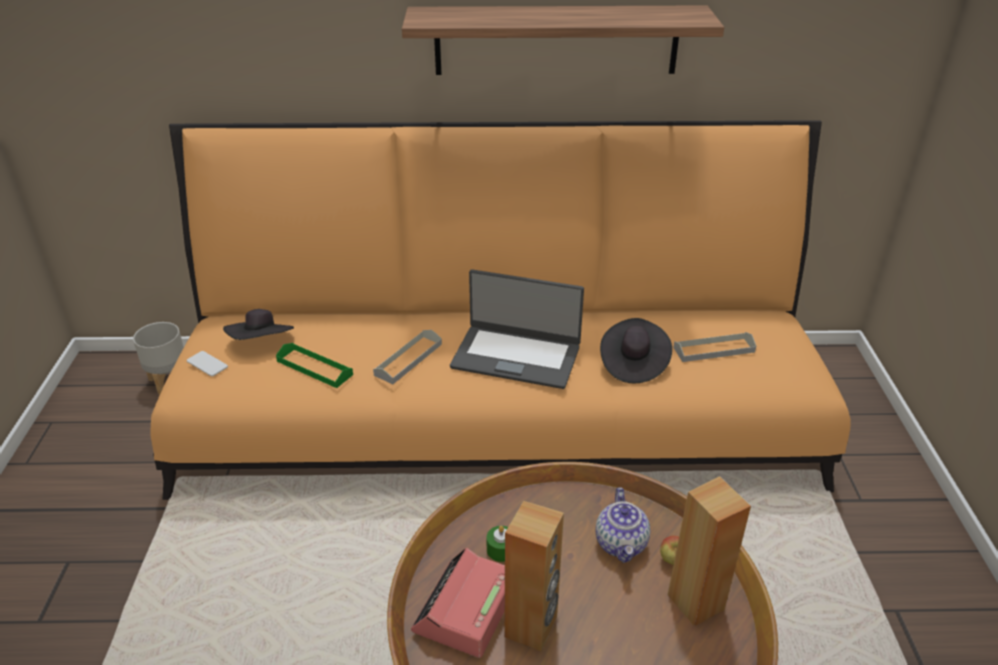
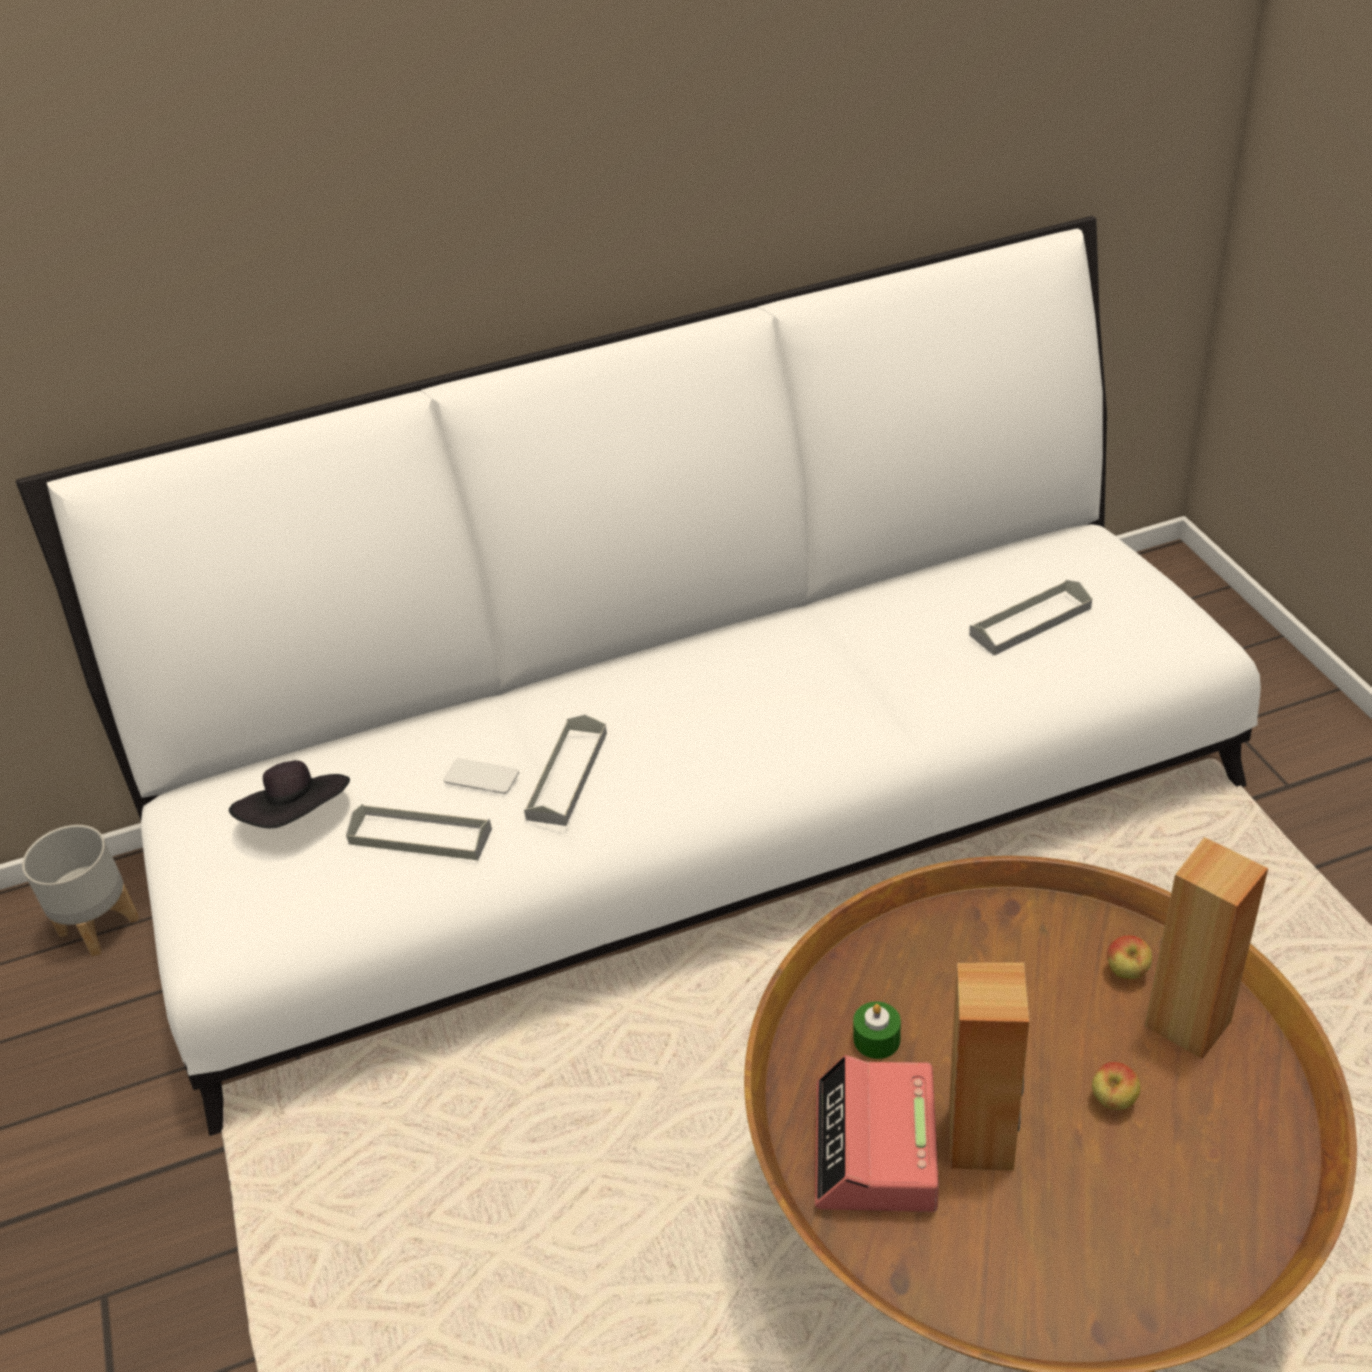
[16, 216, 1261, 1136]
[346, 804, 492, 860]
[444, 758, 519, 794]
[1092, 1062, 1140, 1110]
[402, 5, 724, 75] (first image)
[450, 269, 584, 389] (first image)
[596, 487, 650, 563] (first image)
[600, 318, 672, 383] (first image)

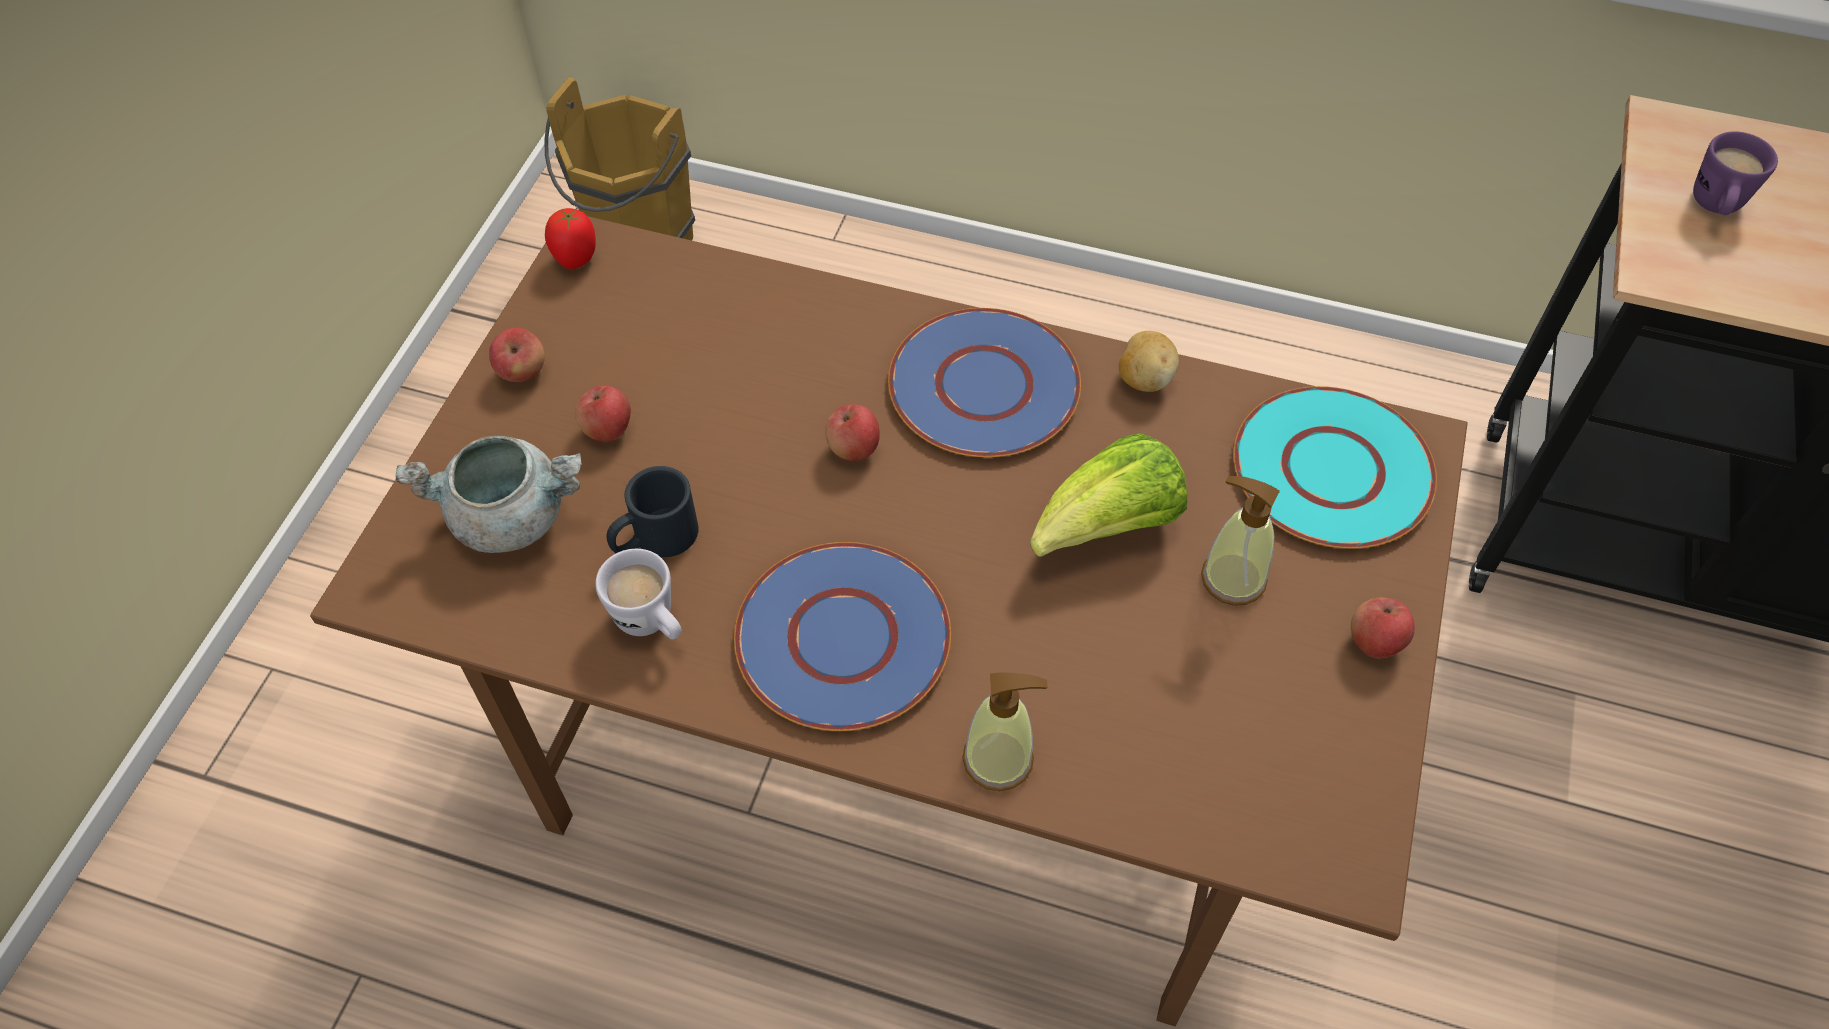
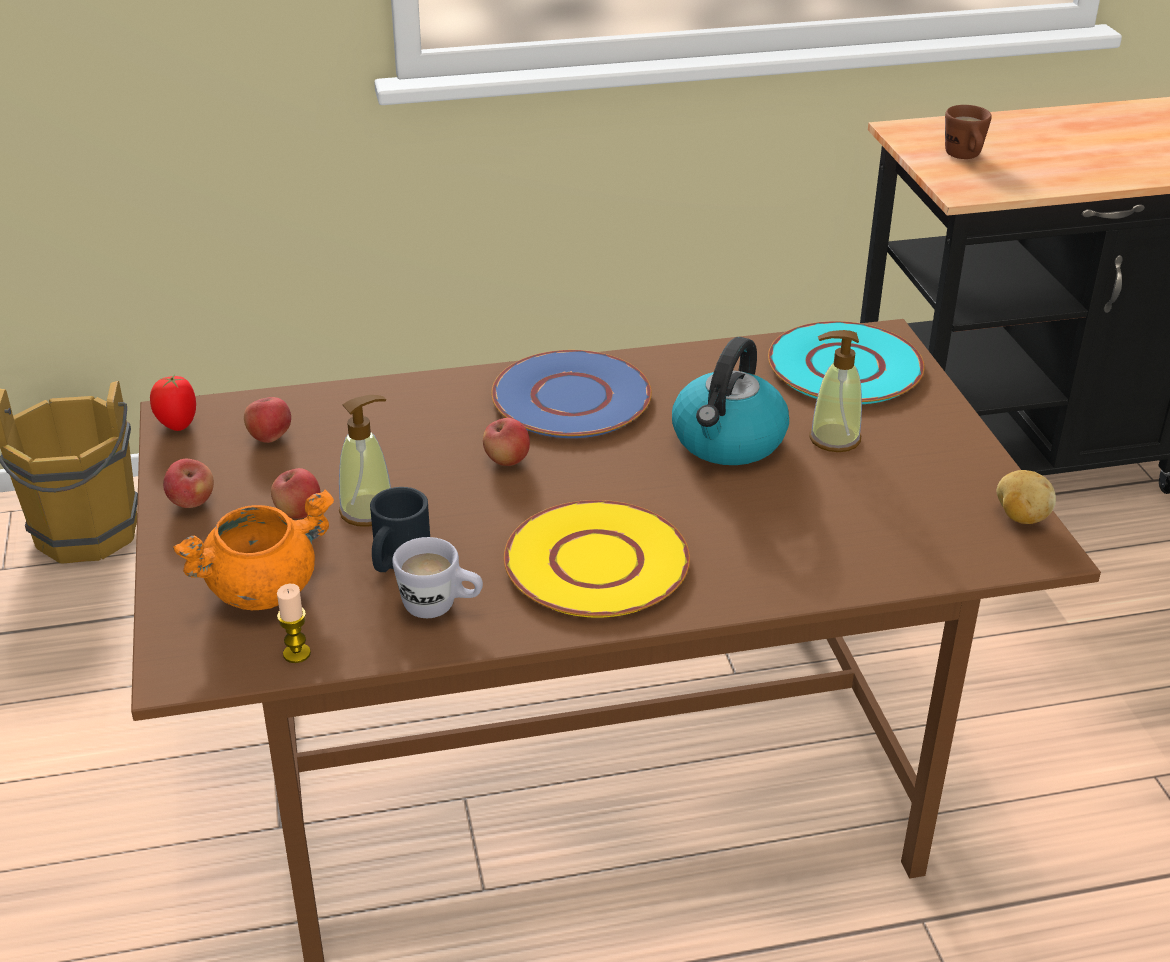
[173, 490, 334, 610]
[244, 397, 291, 443]
[277, 584, 311, 663]
[339, 395, 391, 527]
[504, 500, 690, 618]
[672, 337, 789, 465]
[945, 105, 992, 159]
[997, 470, 1056, 524]

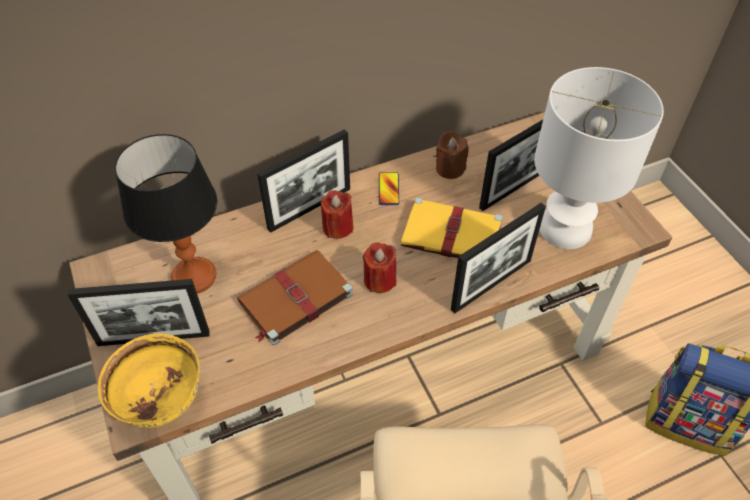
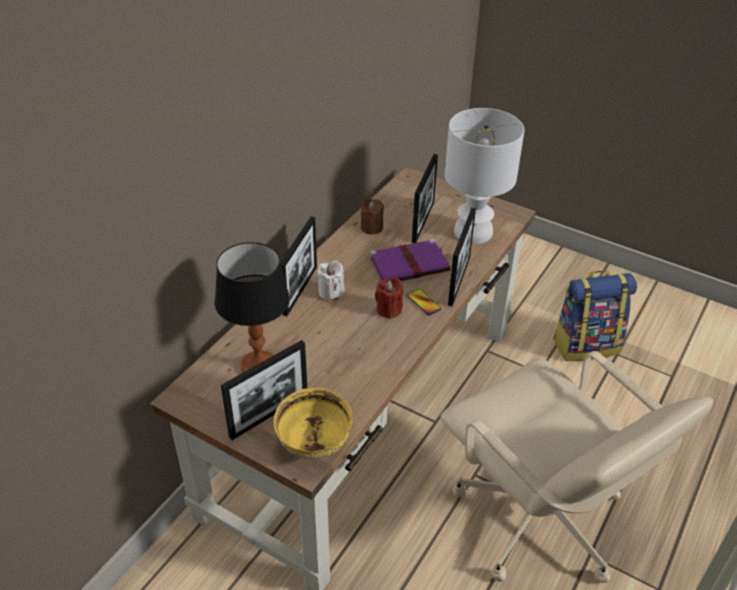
[316, 260, 344, 301]
[370, 239, 450, 281]
[407, 289, 441, 316]
[237, 250, 353, 345] (first image)

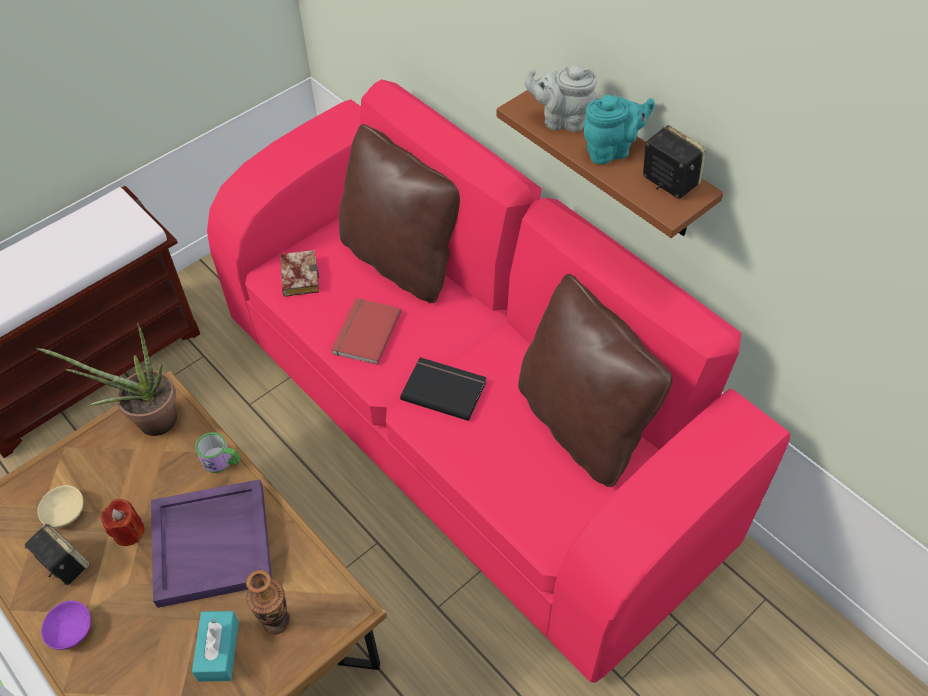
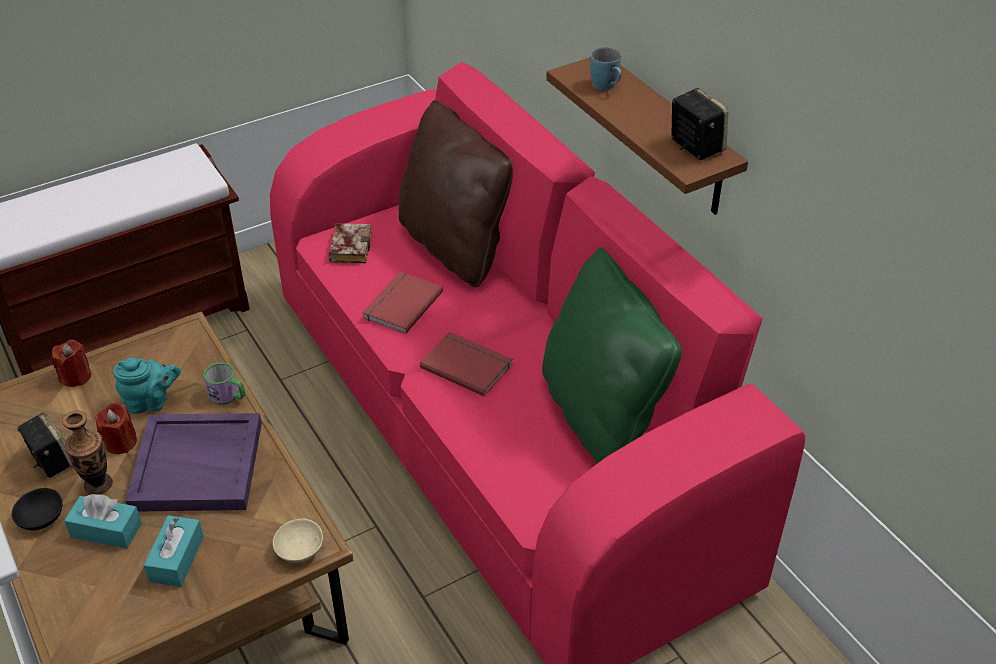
[12, 488, 62, 530]
[52, 340, 91, 387]
[62, 410, 113, 495]
[64, 494, 142, 549]
[113, 357, 181, 414]
[273, 518, 323, 563]
[420, 332, 512, 396]
[542, 248, 682, 463]
[590, 47, 621, 90]
[37, 323, 177, 436] (first image)

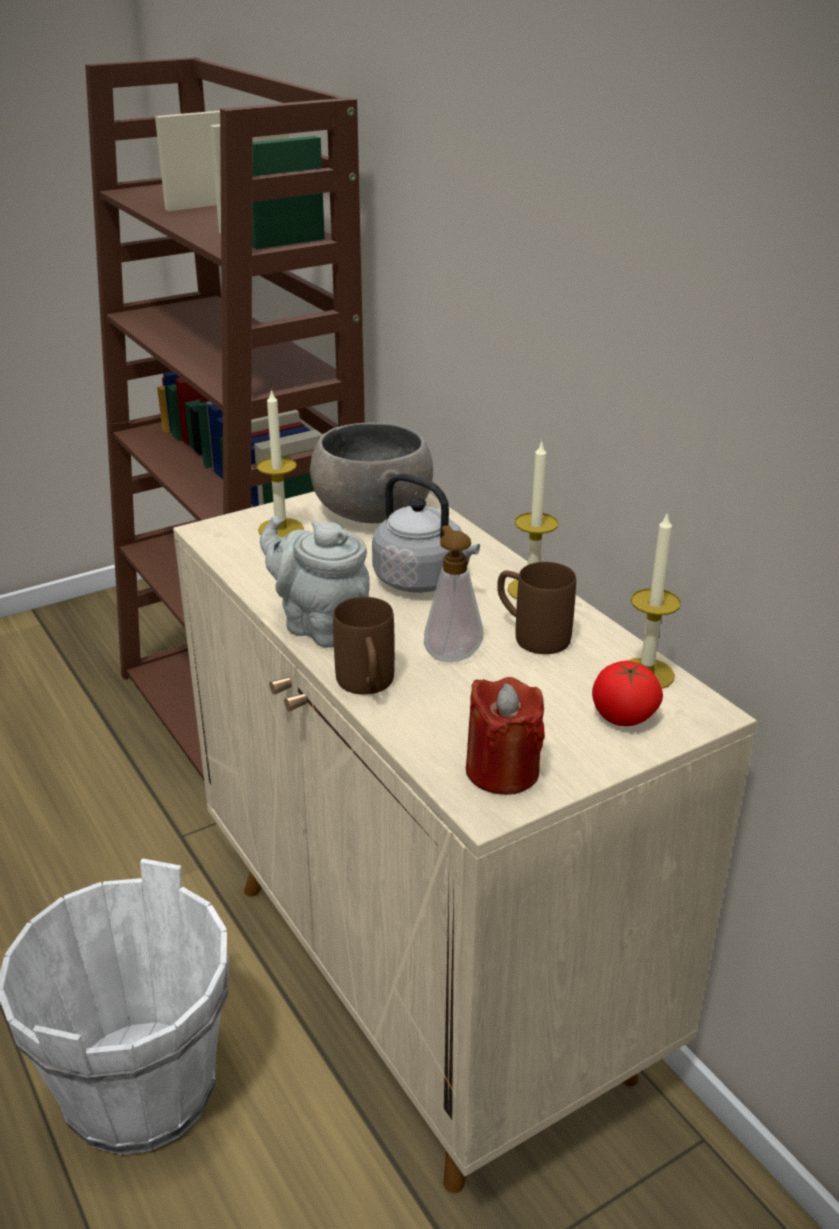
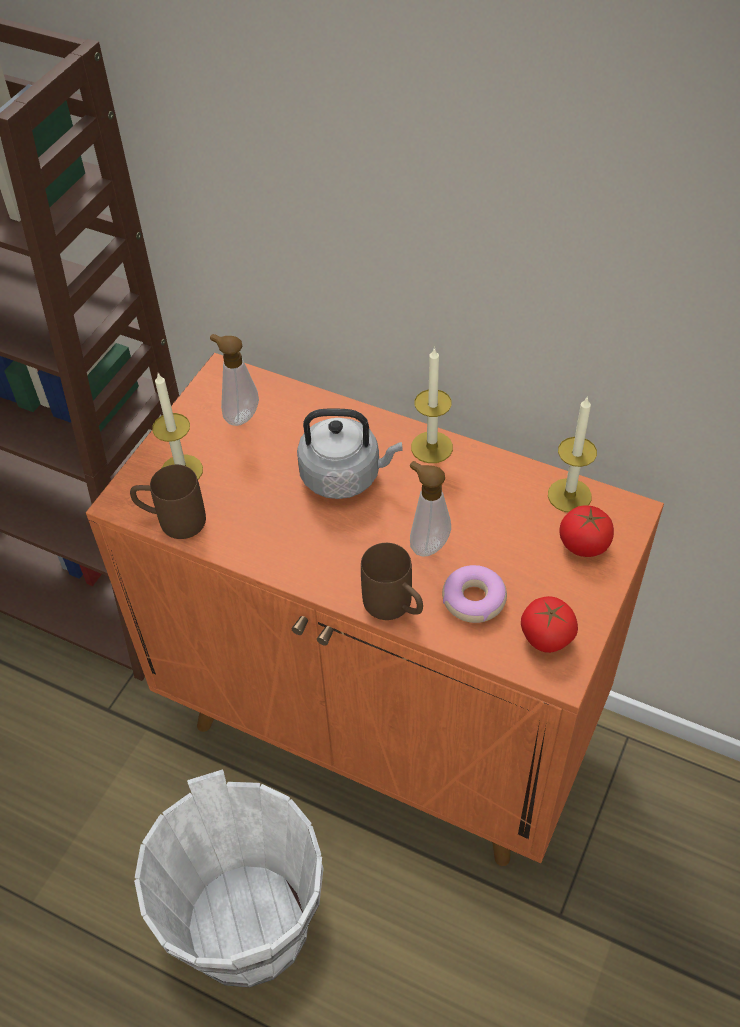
[86, 353, 664, 866]
[130, 465, 206, 539]
[210, 334, 259, 426]
[442, 565, 507, 623]
[521, 596, 578, 653]
[260, 516, 370, 648] (first image)

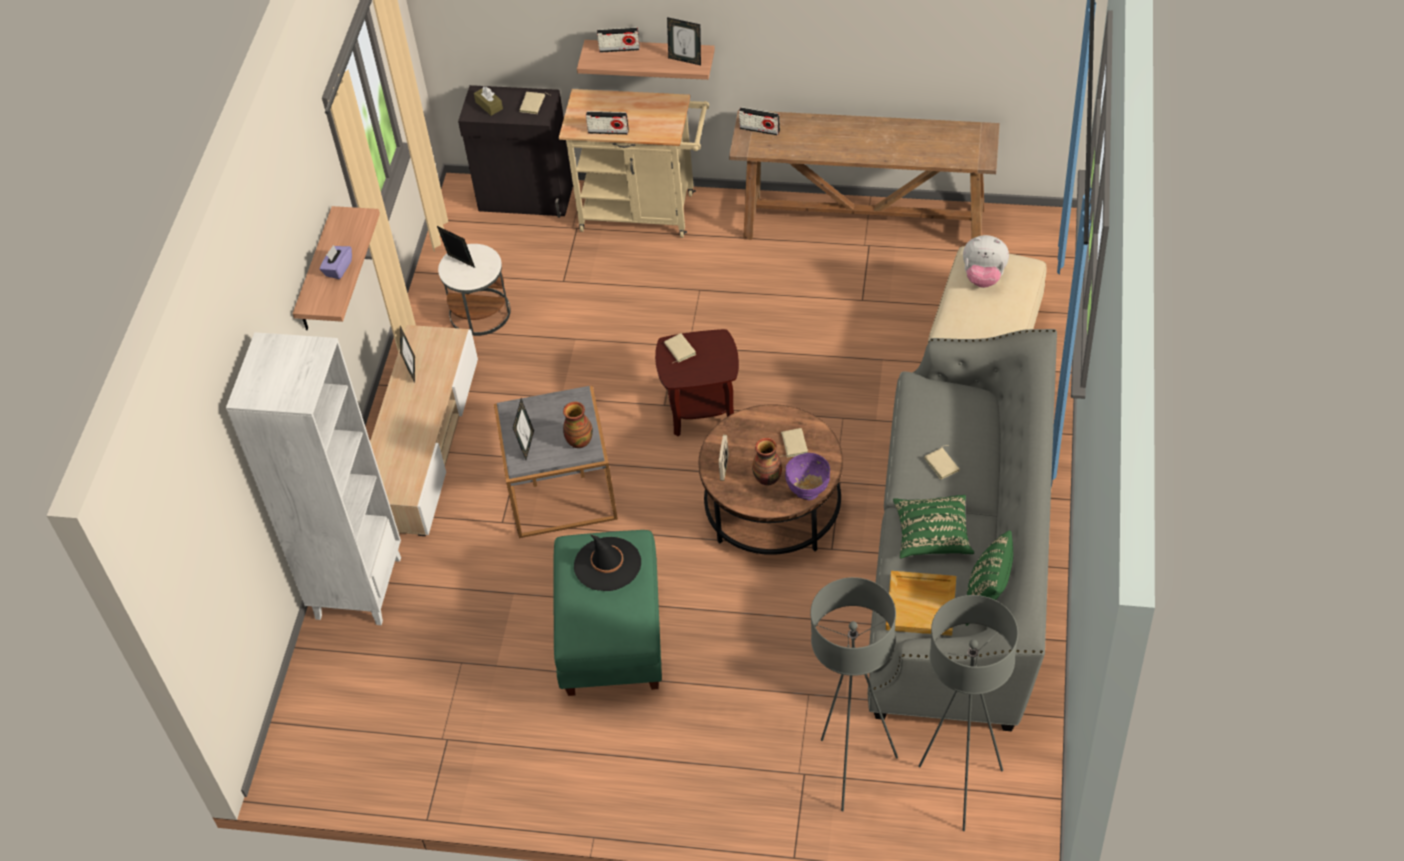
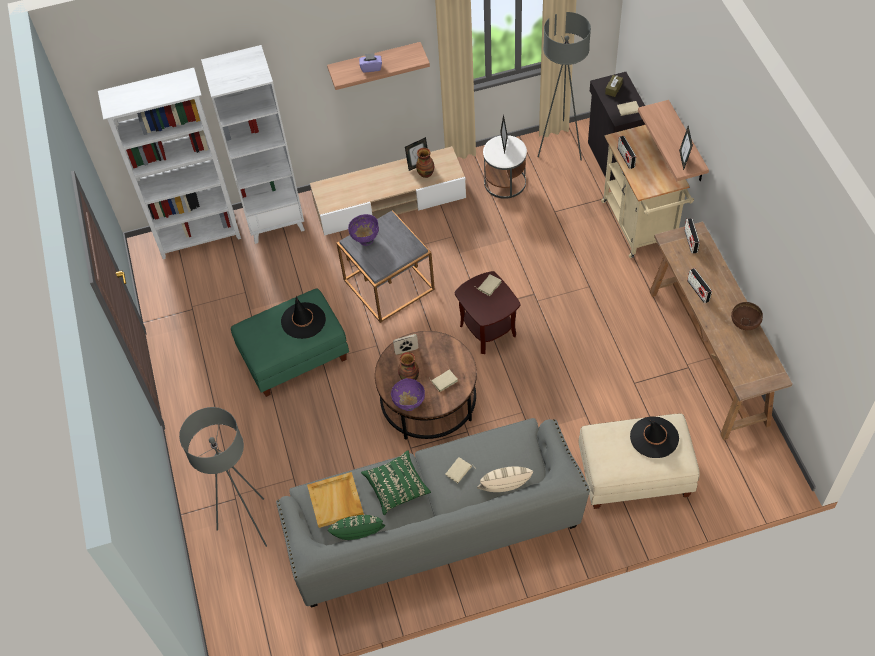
[98, 68, 241, 259]
[348, 214, 379, 246]
[416, 148, 434, 178]
[477, 466, 533, 492]
[538, 12, 591, 161]
[630, 416, 679, 458]
[687, 268, 712, 303]
[731, 302, 763, 330]

